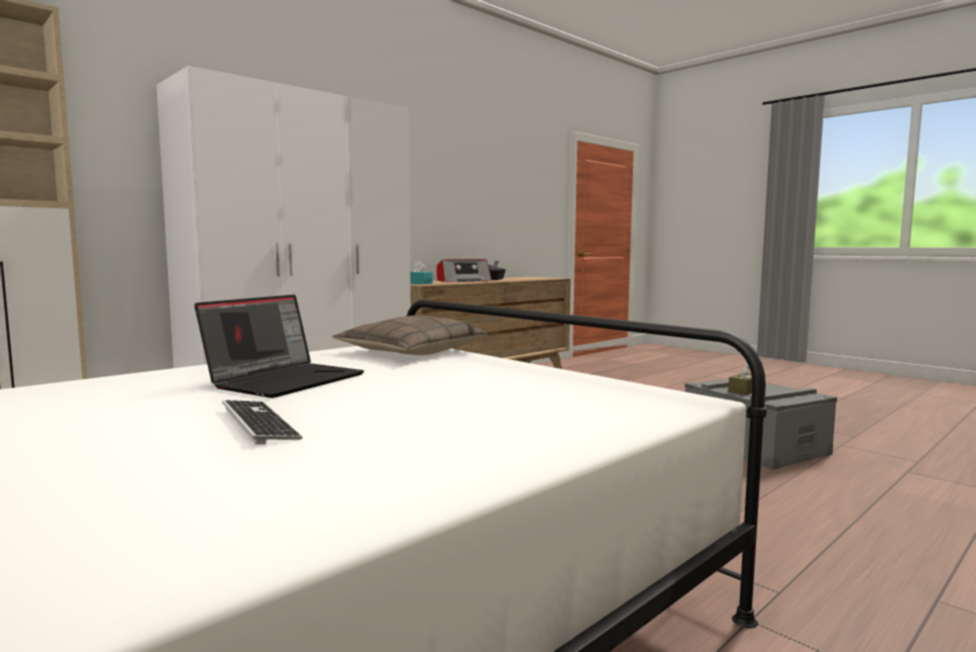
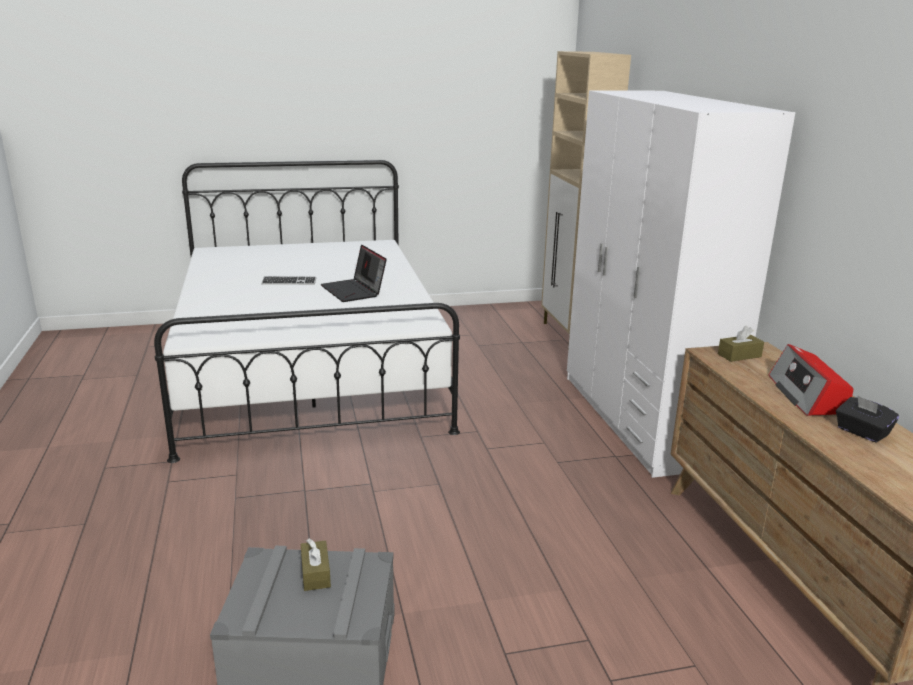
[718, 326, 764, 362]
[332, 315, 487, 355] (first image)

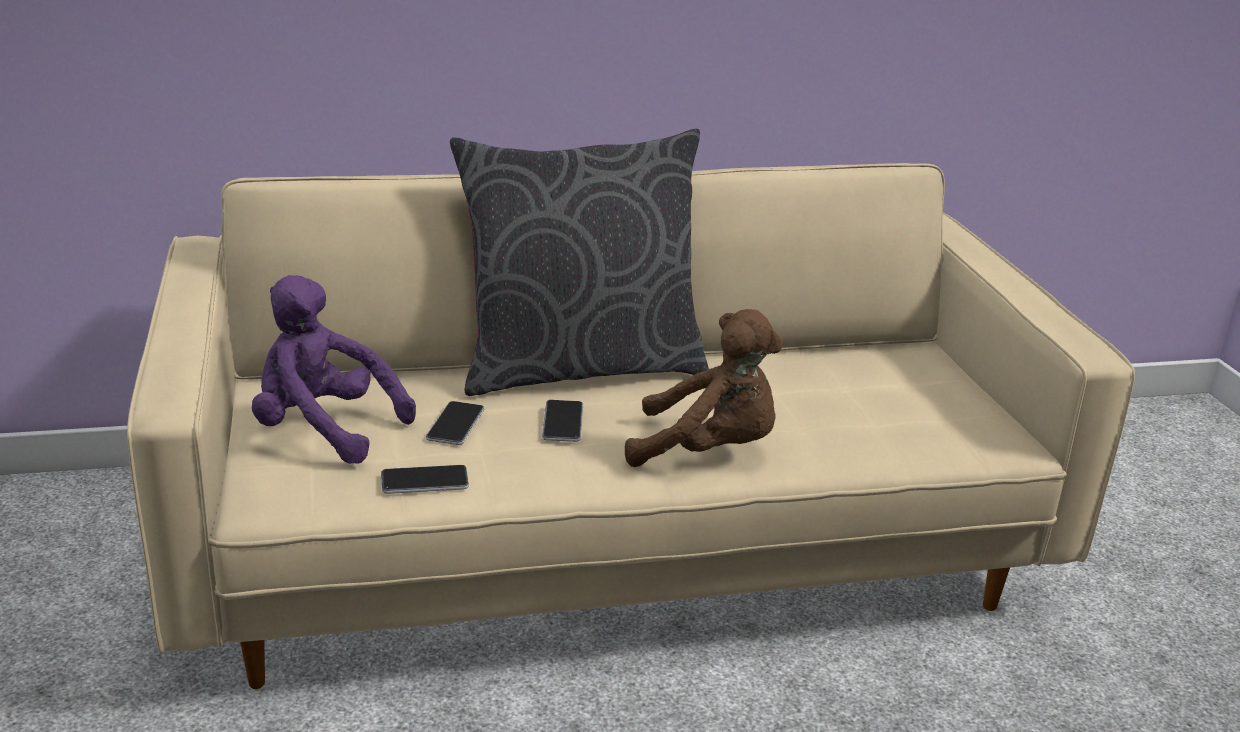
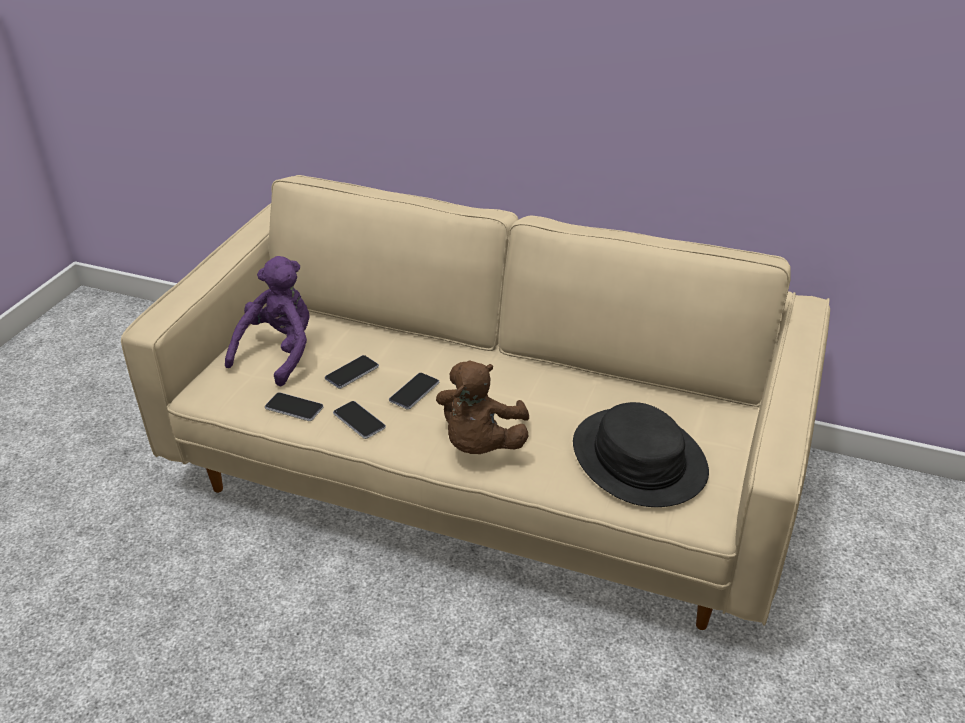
[225, 256, 310, 386]
[333, 401, 386, 439]
[436, 360, 529, 454]
[573, 402, 709, 507]
[450, 129, 709, 396] (first image)

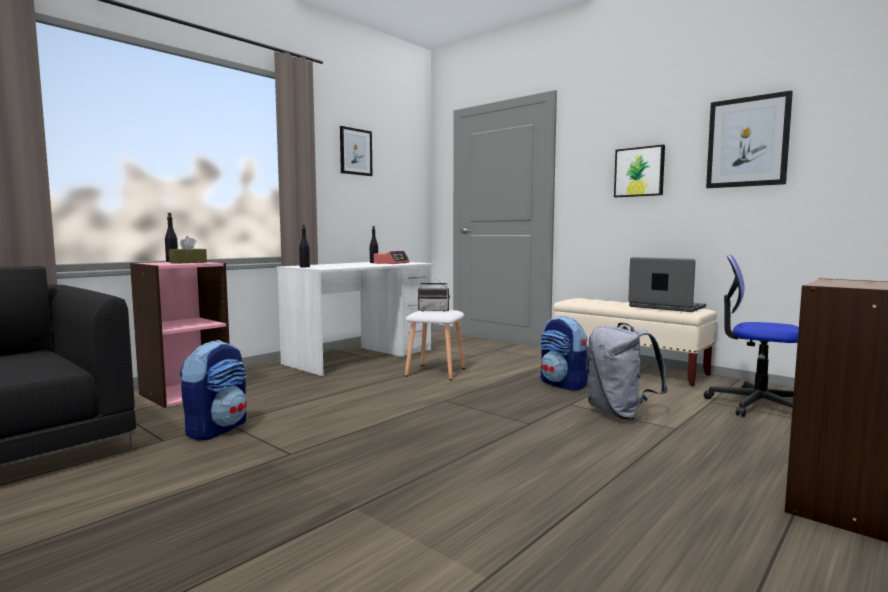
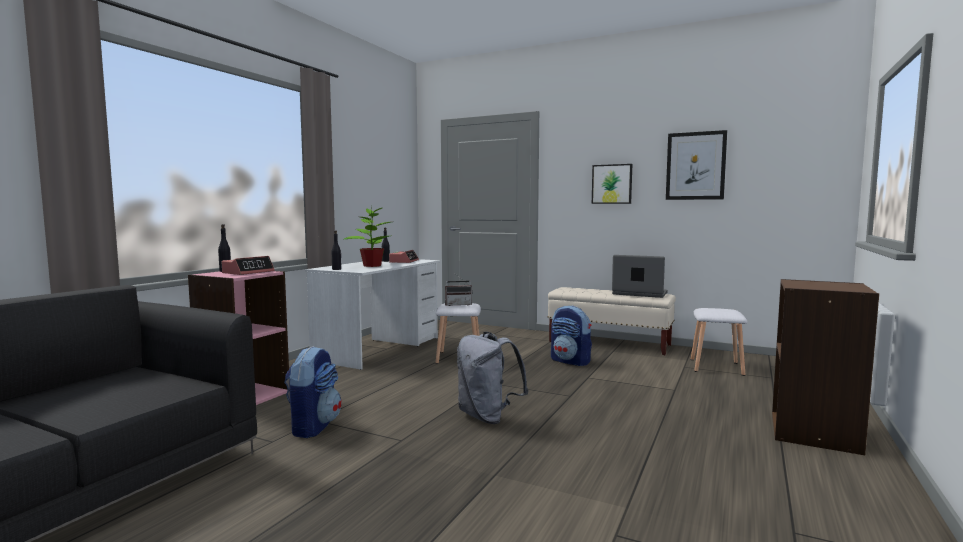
[222, 256, 275, 275]
[344, 207, 391, 267]
[457, 332, 529, 424]
[691, 308, 748, 376]
[340, 126, 372, 176] (first image)

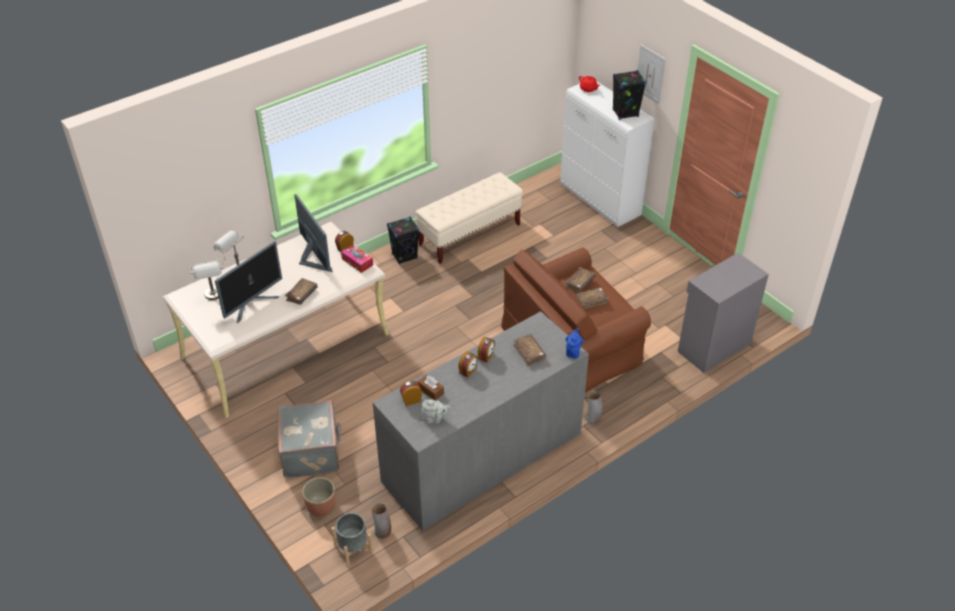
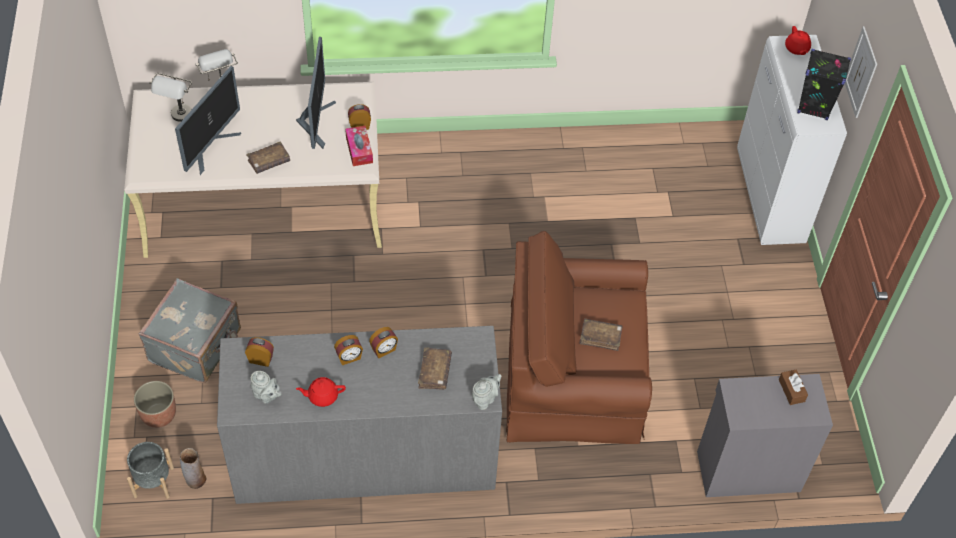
[175, 66, 241, 175]
[296, 377, 346, 407]
[472, 374, 502, 410]
[779, 370, 808, 405]
[387, 217, 419, 264] (first image)
[416, 172, 523, 264] (first image)
[566, 267, 596, 292] (first image)
[585, 390, 603, 424] (first image)

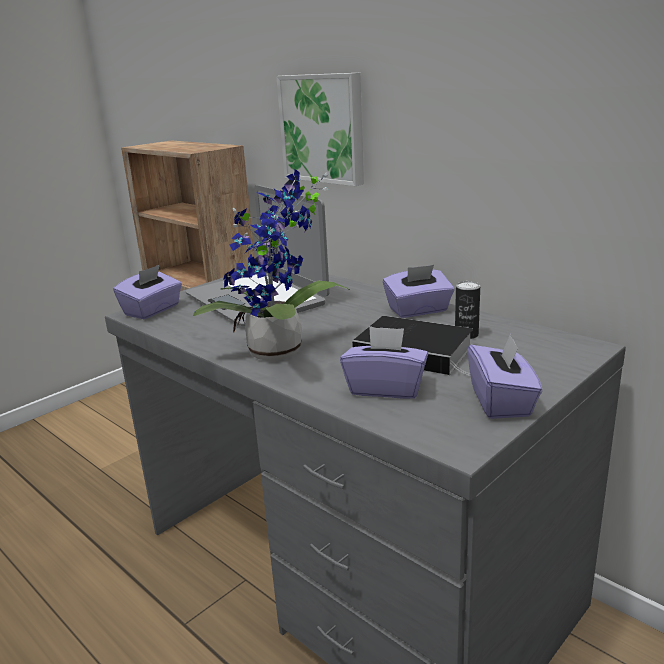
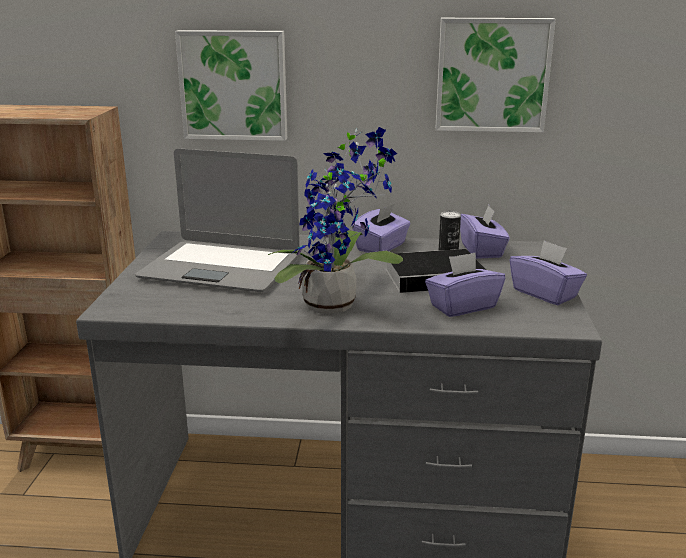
[435, 18, 556, 132]
[460, 205, 510, 259]

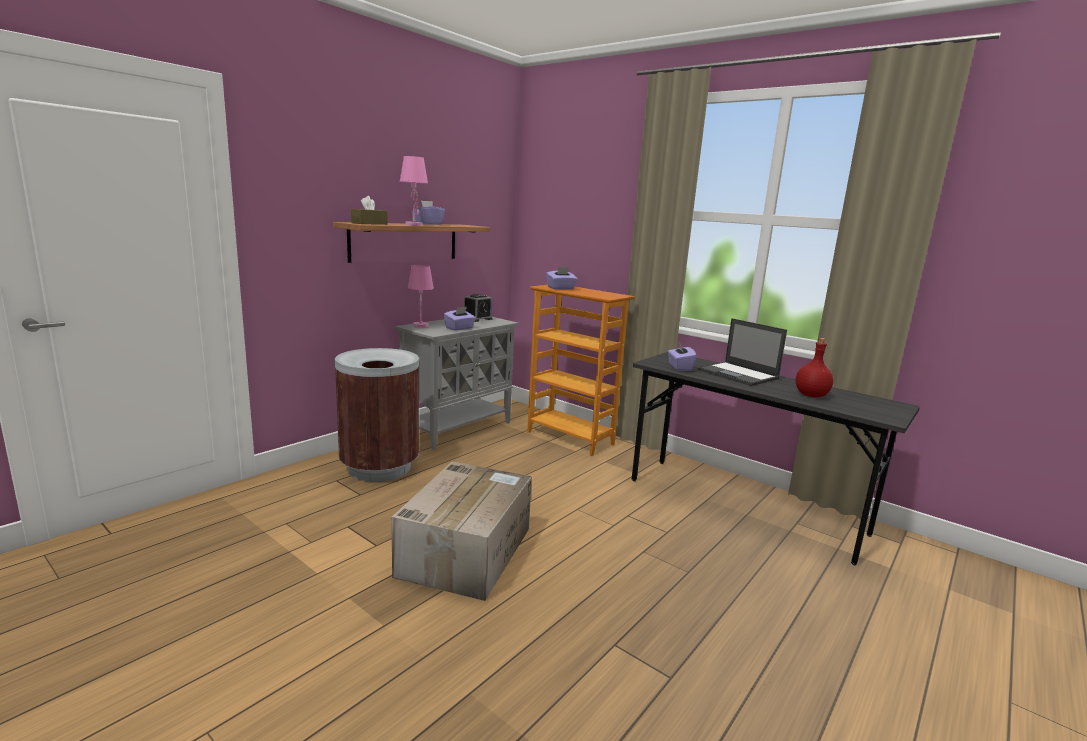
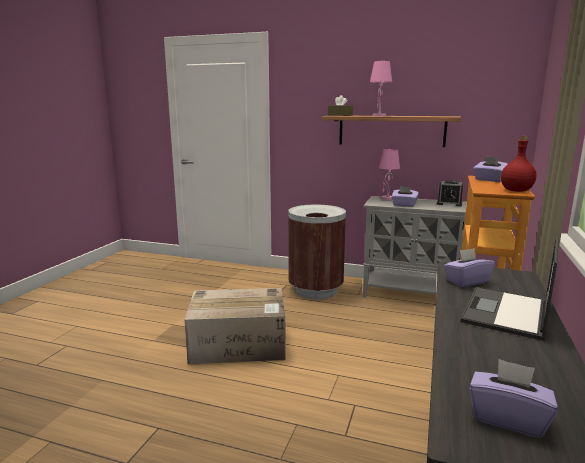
[469, 359, 558, 438]
[501, 136, 537, 192]

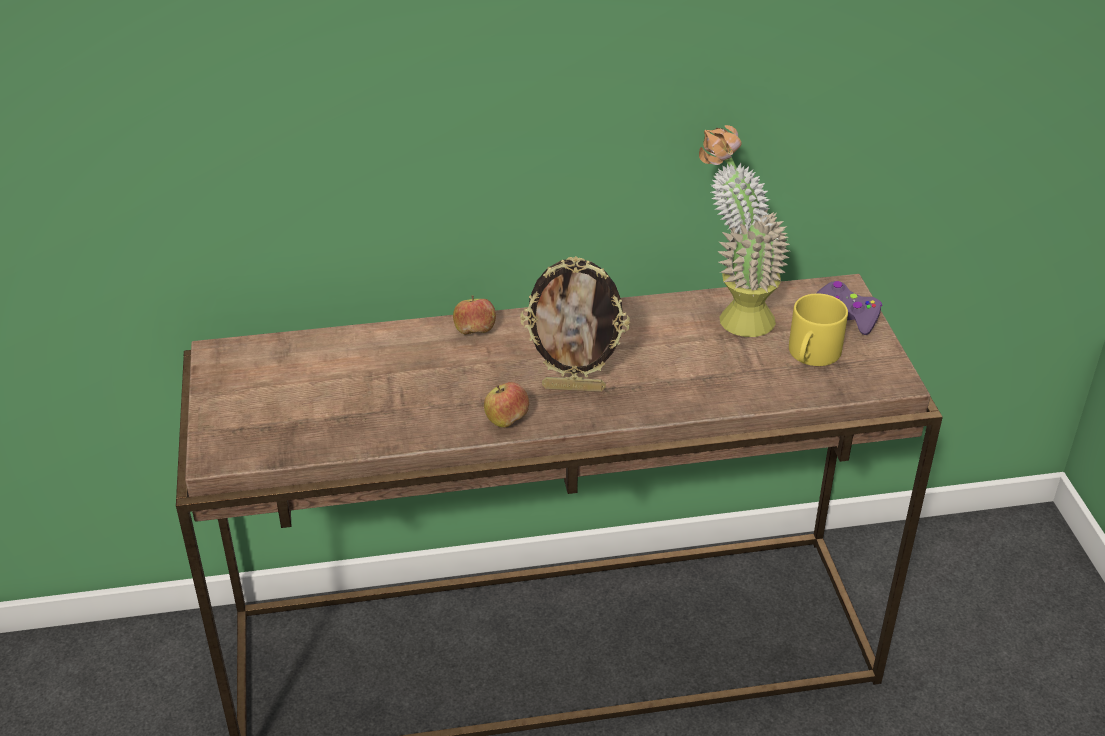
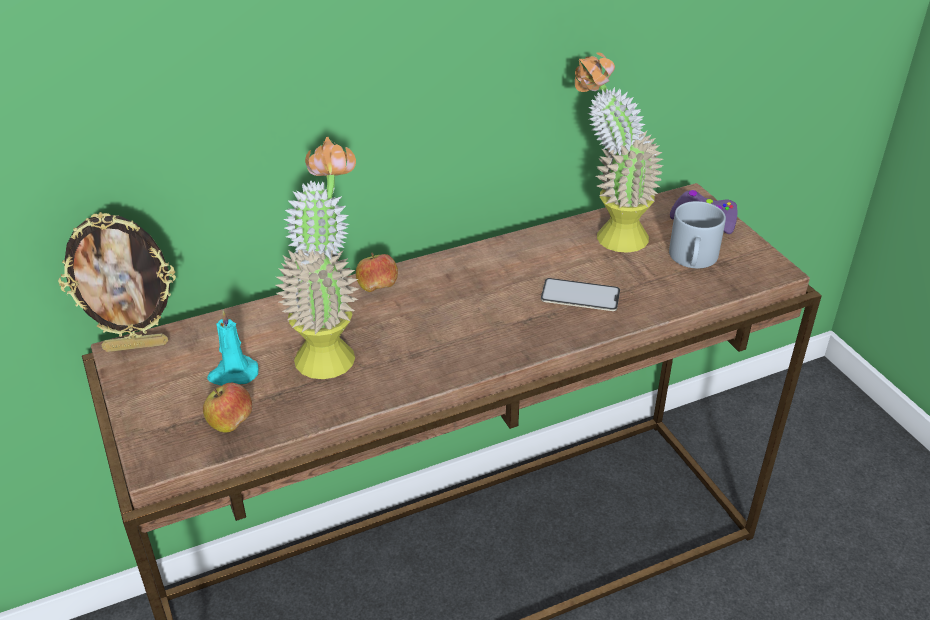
[58, 212, 176, 352]
[203, 383, 252, 433]
[207, 310, 259, 386]
[276, 137, 359, 379]
[541, 278, 620, 311]
[669, 201, 726, 268]

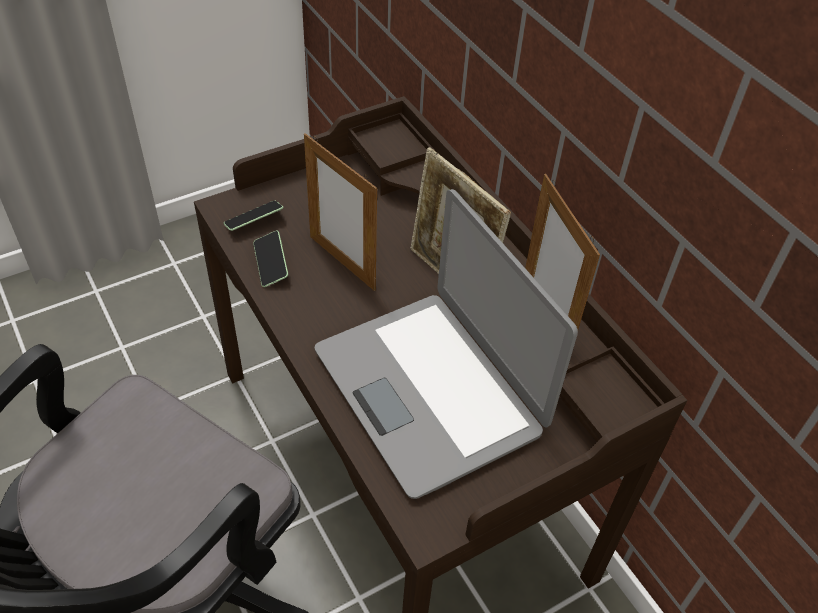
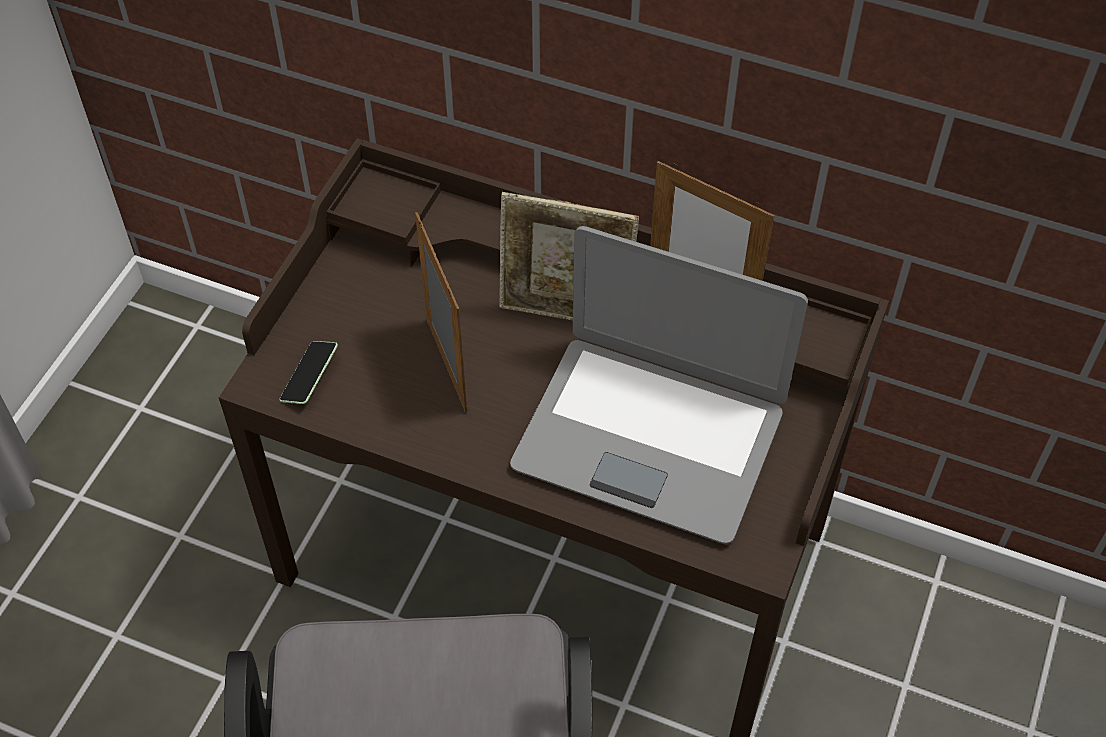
[415, 212, 467, 413]
[253, 230, 288, 287] (first image)

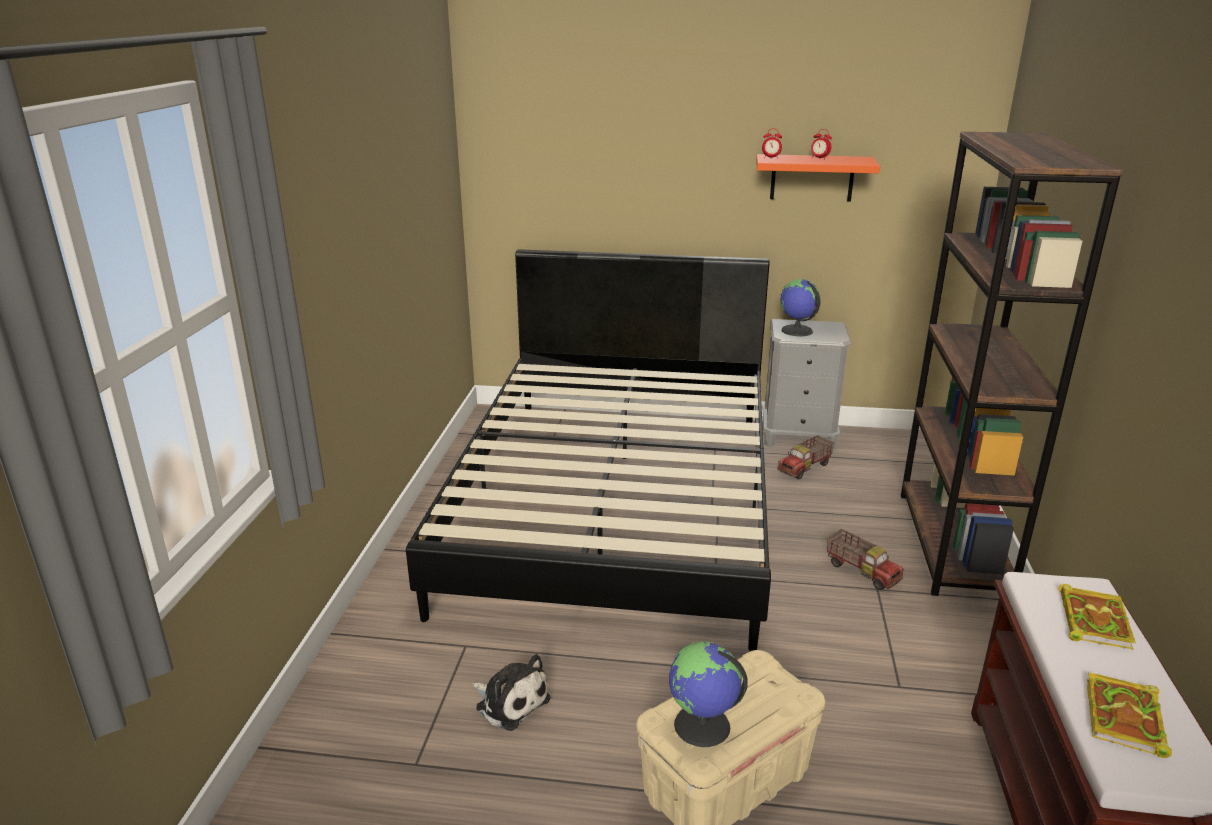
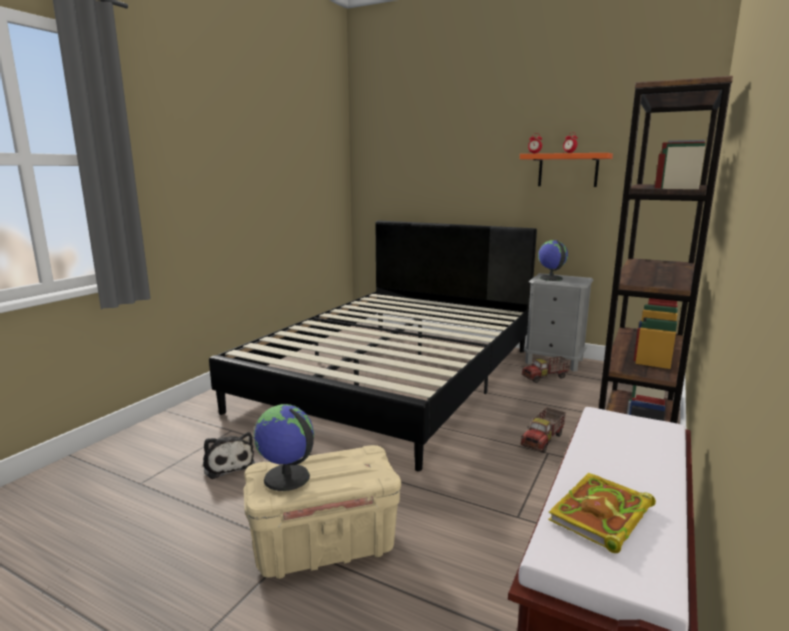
[521, 407, 566, 453]
[1059, 584, 1136, 650] (first image)

